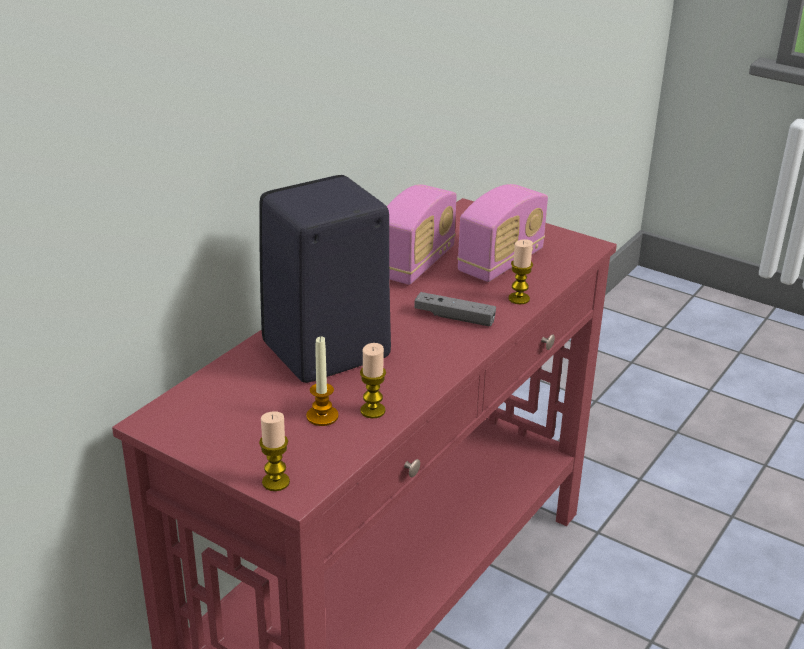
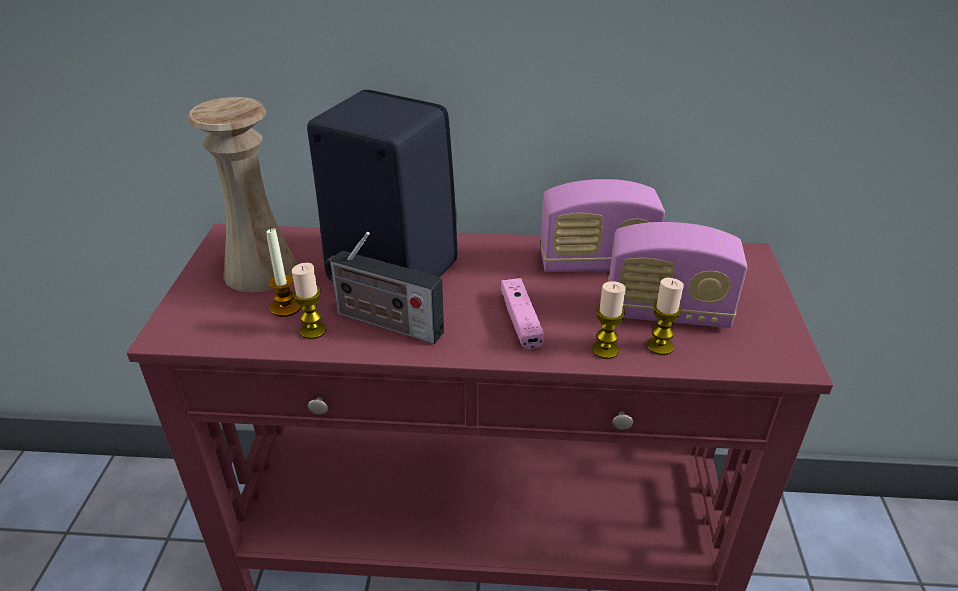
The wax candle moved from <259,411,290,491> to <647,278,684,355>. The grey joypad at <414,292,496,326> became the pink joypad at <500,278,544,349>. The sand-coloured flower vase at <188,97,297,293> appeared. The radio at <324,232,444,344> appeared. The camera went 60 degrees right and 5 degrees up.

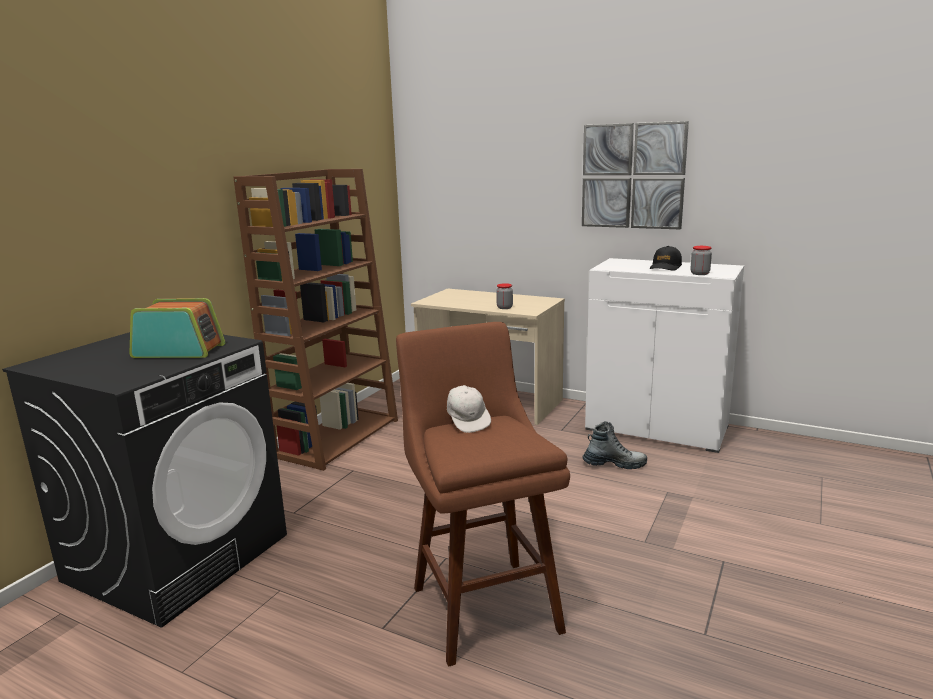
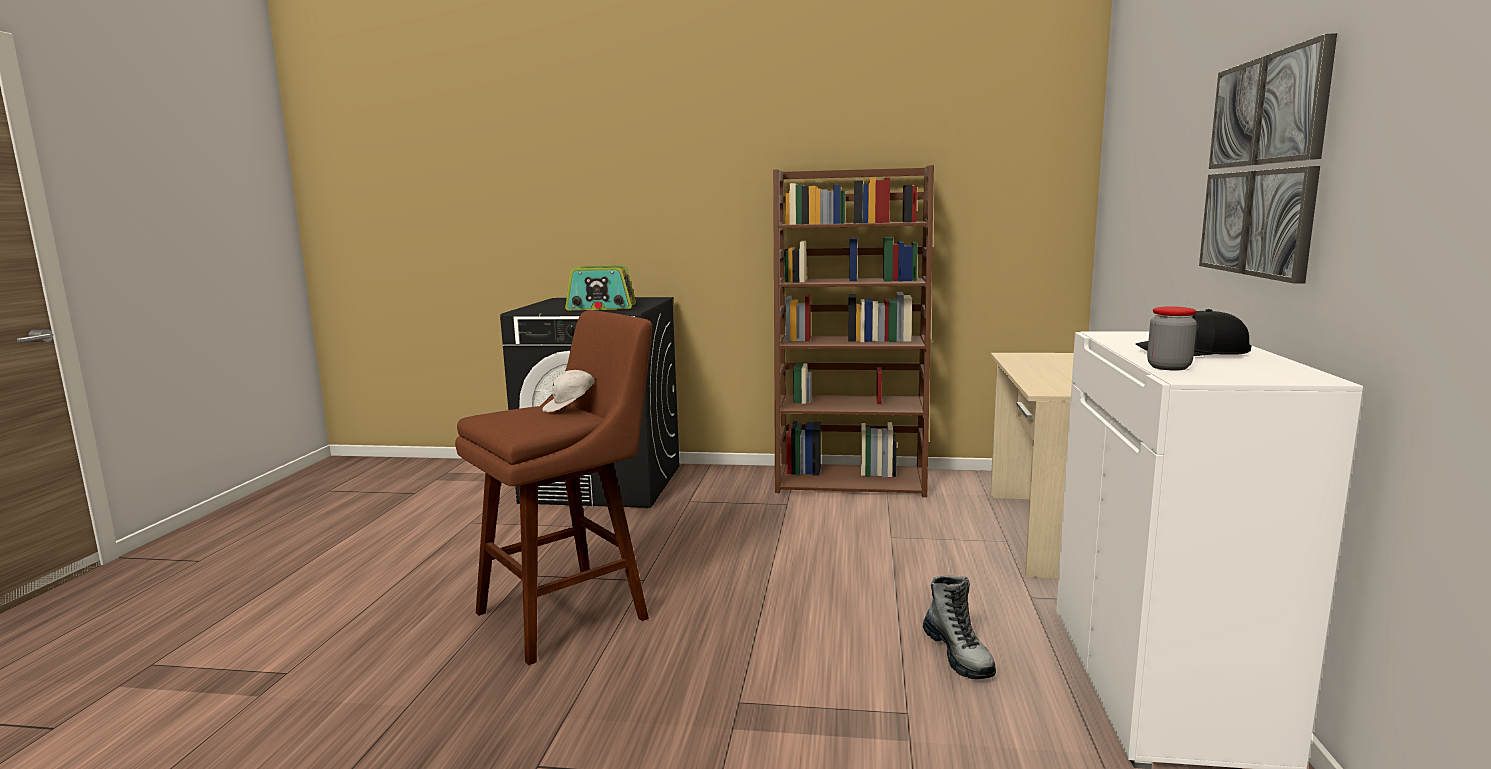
The radio at <129,298,226,358> turned 105 degrees clockwise. The preserve jar at <496,283,513,309> disappeared. The camera went 70 degrees right and 5 degrees down.

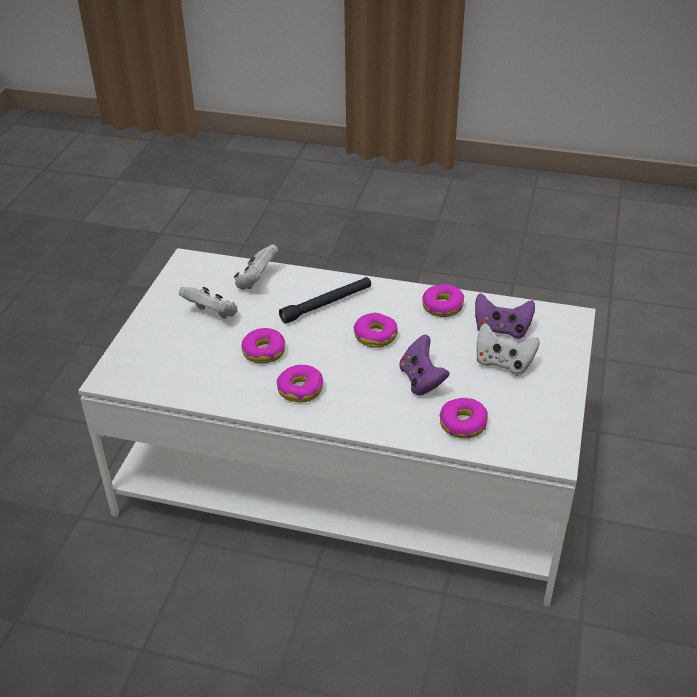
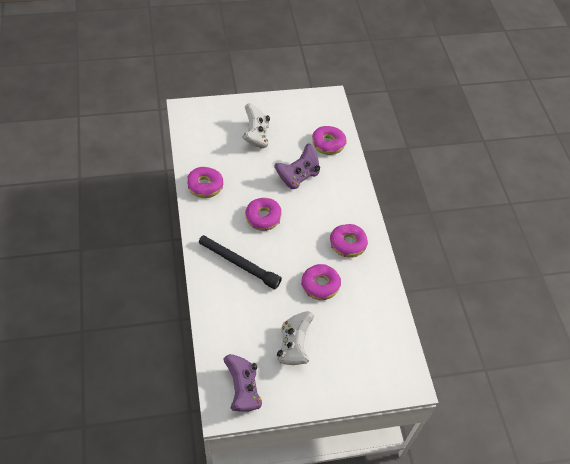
The white joypad at <234,245,278,290> disappeared. The purple-coloured joypad moved from <475,293,535,339> to <223,354,262,412>. The camera went 120 degrees left and 15 degrees up.

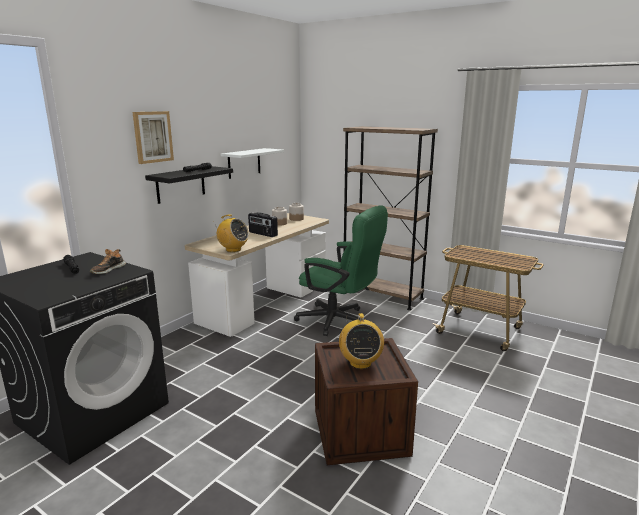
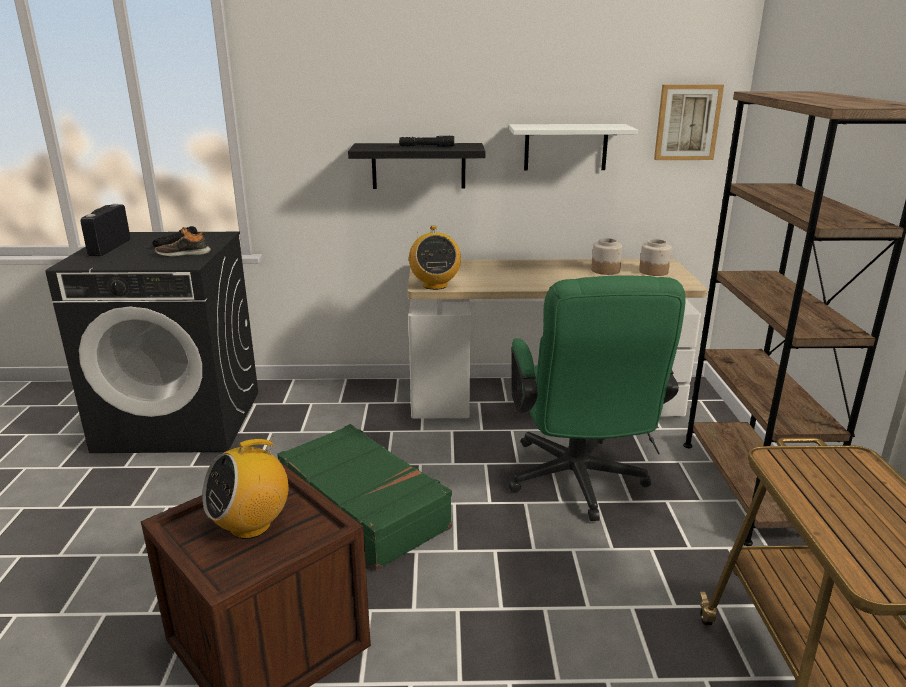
The wall picture moved from <133,111,174,164> to <654,84,724,160>. The radio moved from <248,212,278,237> to <80,204,130,256>. The green-coloured piece of luggage at <277,424,452,571> appeared. The camera went 55 degrees right and 5 degrees up.

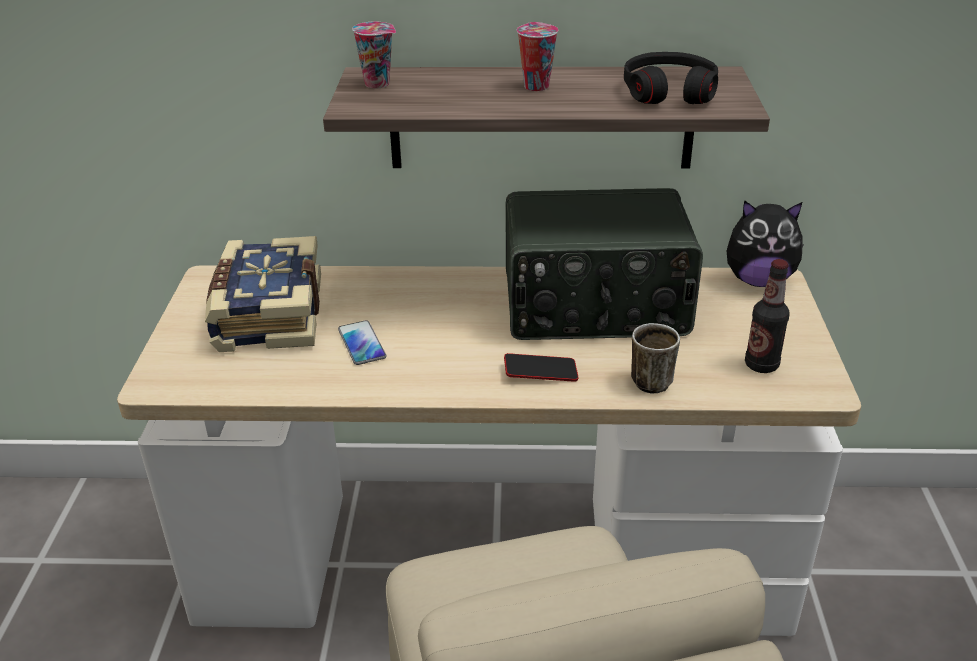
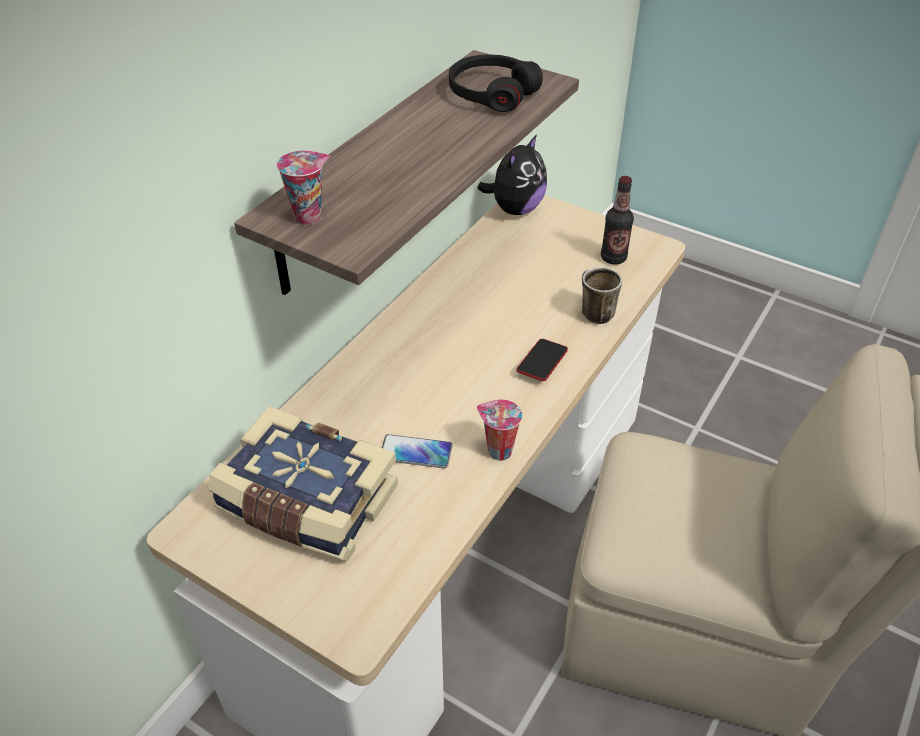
The radio at <506,188,703,340> disappeared. The small cup moved from <517,22,558,91> to <477,399,522,461>. The camera went 60 degrees left and 10 degrees up.

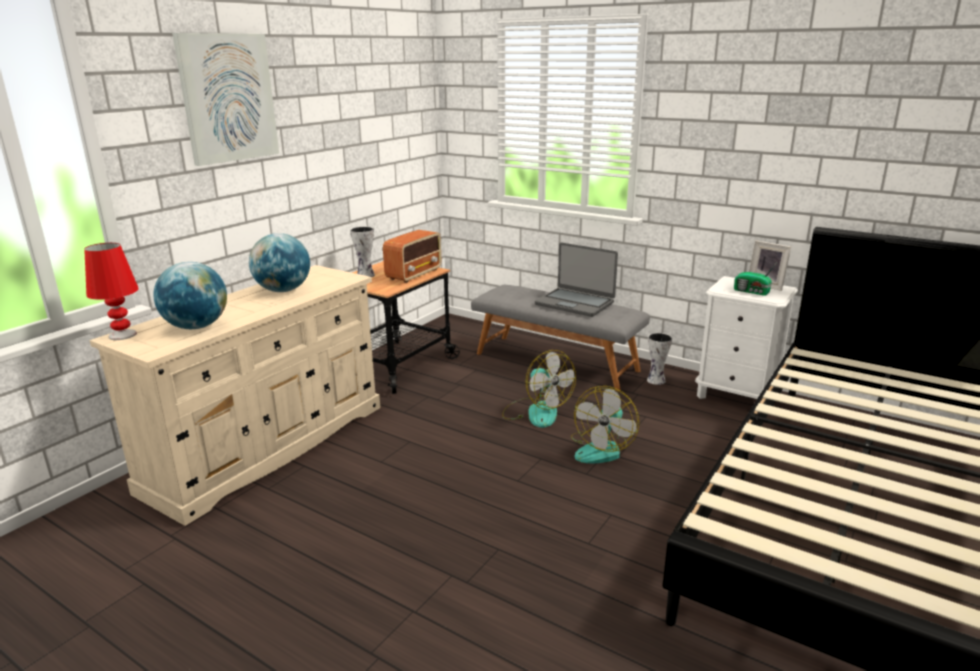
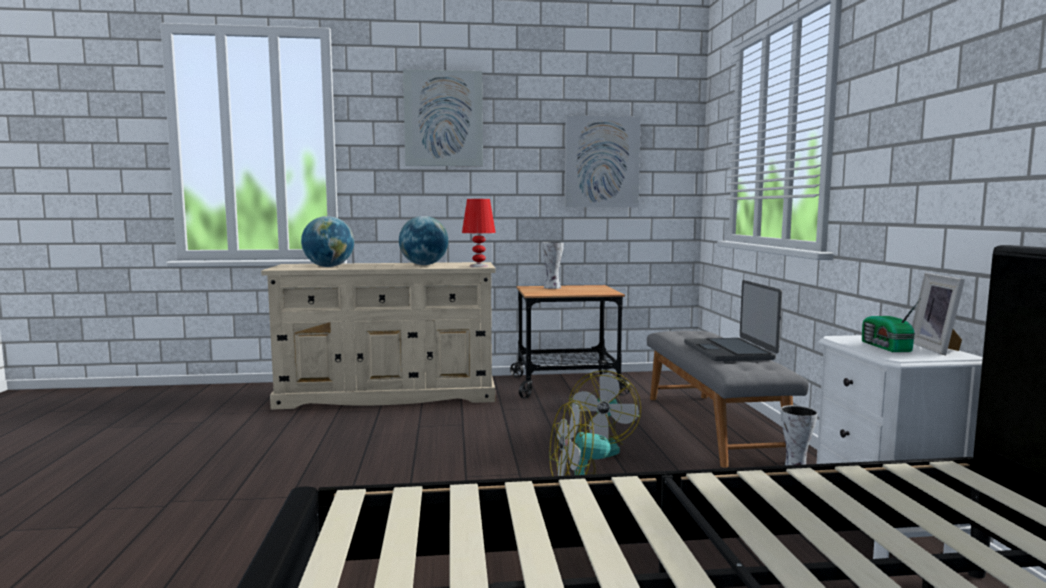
The reddish lamp for a table moved from <84,243,138,340> to <462,199,496,268>. The radio at <383,230,441,283> disappeared. The wall picture at <565,115,641,207> appeared. The camera went 50 degrees right and 15 degrees down.

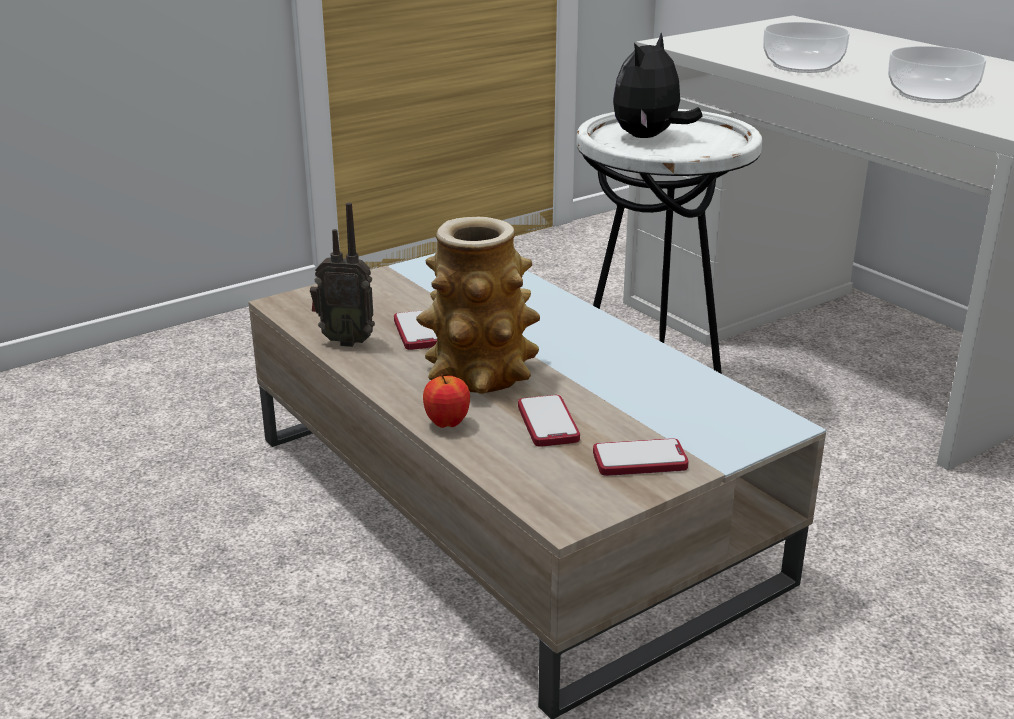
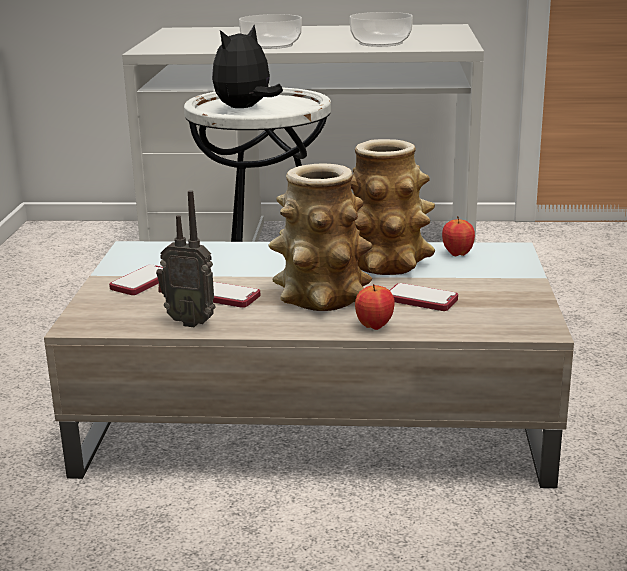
The radio at <310,203,375,347> turned 60 degrees clockwise. The telephone moved from <593,438,689,476> to <109,264,163,295>. The plush toy at <613,33,703,138> turned 60 degrees clockwise. The flower vase at <351,139,435,275> appeared. The apple fruit at <442,216,475,256> appeared. The camera went 50 degrees left and 5 degrees down.

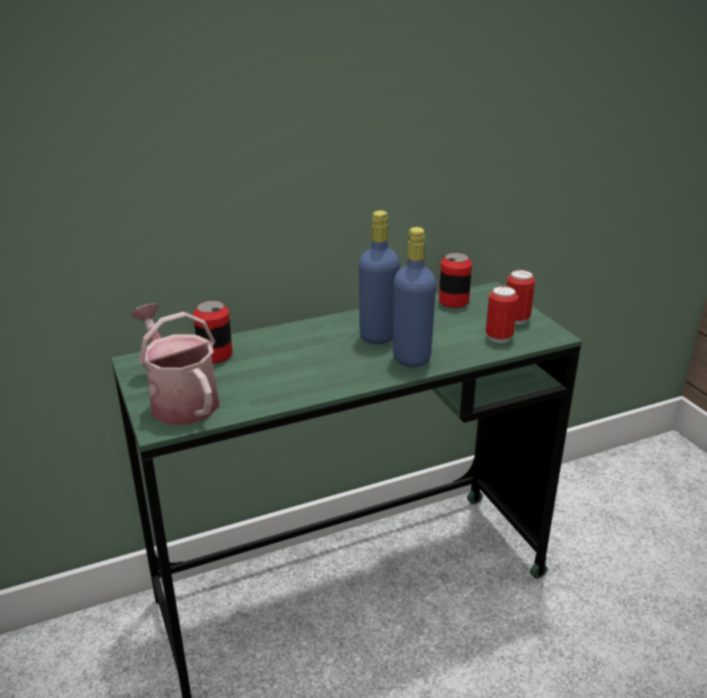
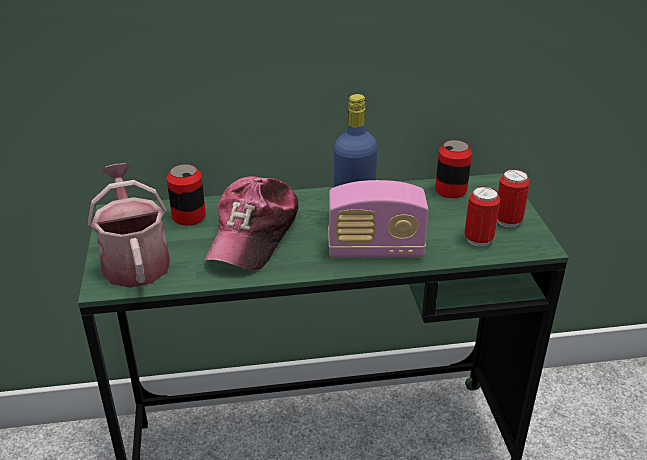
The blue bottle at <393,227,436,367> was replaced by the radio at <328,180,428,257>. The peaked cap at <204,176,298,270> appeared. The camera went 15 degrees right and 5 degrees up.

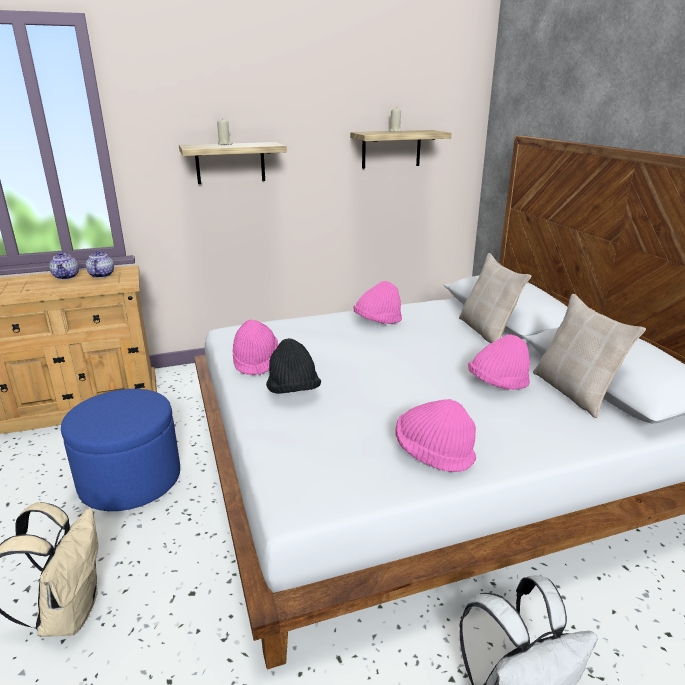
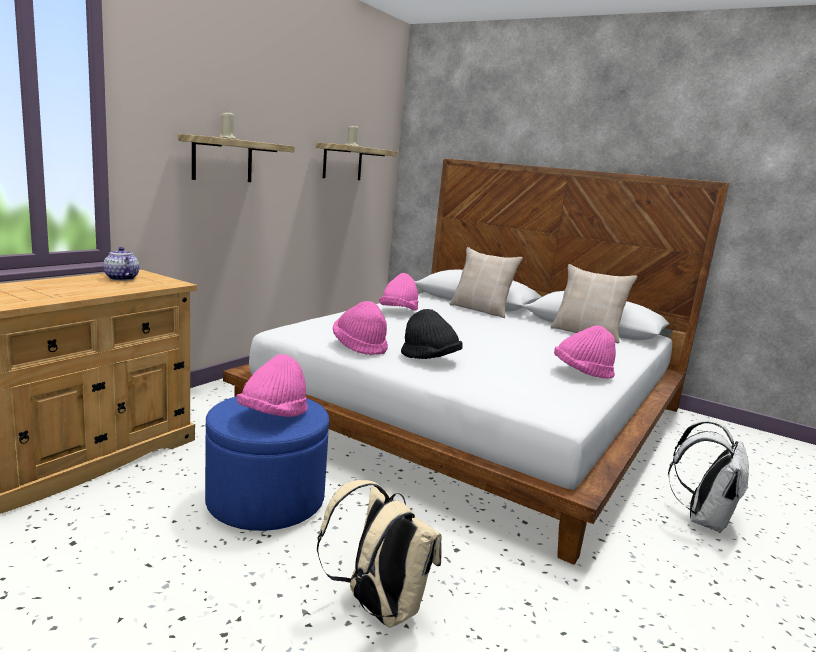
The tea pot at <49,252,79,280> disappeared. The pink wearable hat moved from <468,334,530,390> to <236,354,308,417>. The camera went 40 degrees left and 10 degrees down.

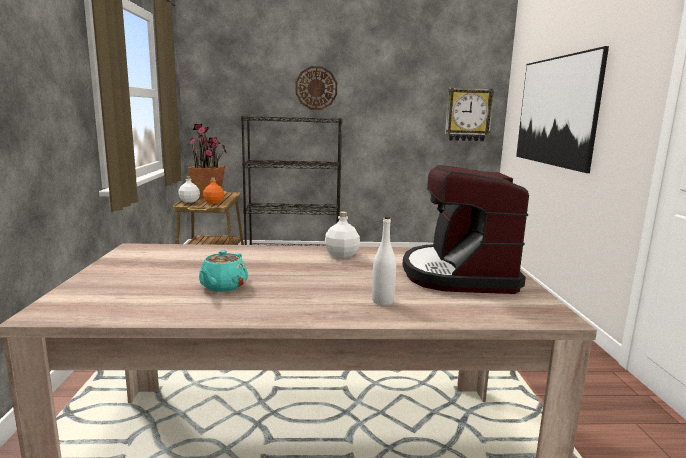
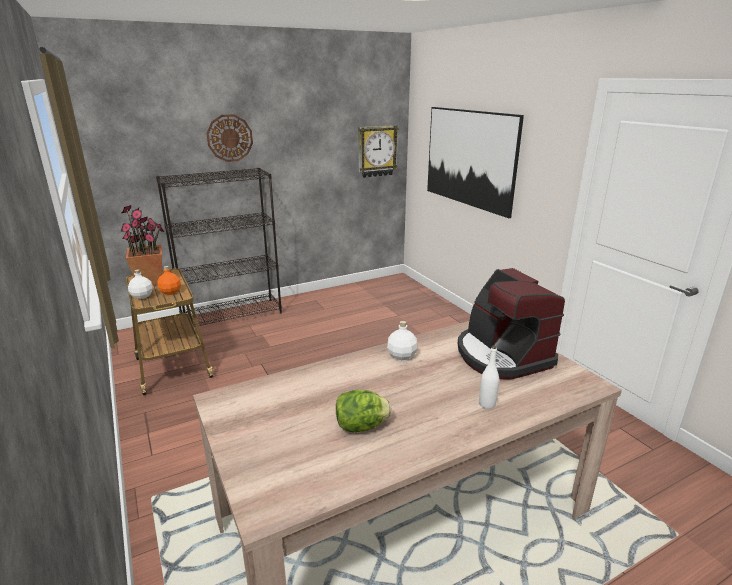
The turquoise tea pot at <199,250,248,292> was replaced by the head of lettuce at <336,389,392,432>. The camera went 25 degrees left and 10 degrees up.

